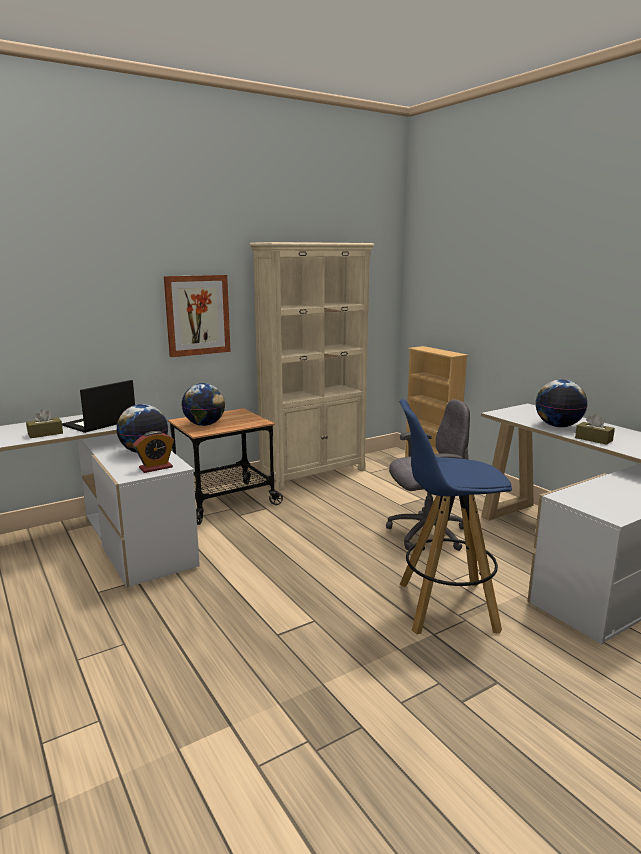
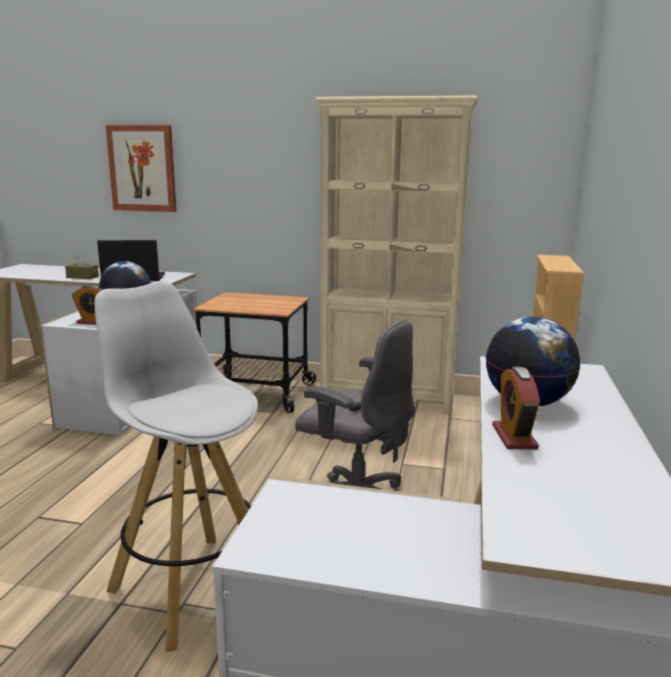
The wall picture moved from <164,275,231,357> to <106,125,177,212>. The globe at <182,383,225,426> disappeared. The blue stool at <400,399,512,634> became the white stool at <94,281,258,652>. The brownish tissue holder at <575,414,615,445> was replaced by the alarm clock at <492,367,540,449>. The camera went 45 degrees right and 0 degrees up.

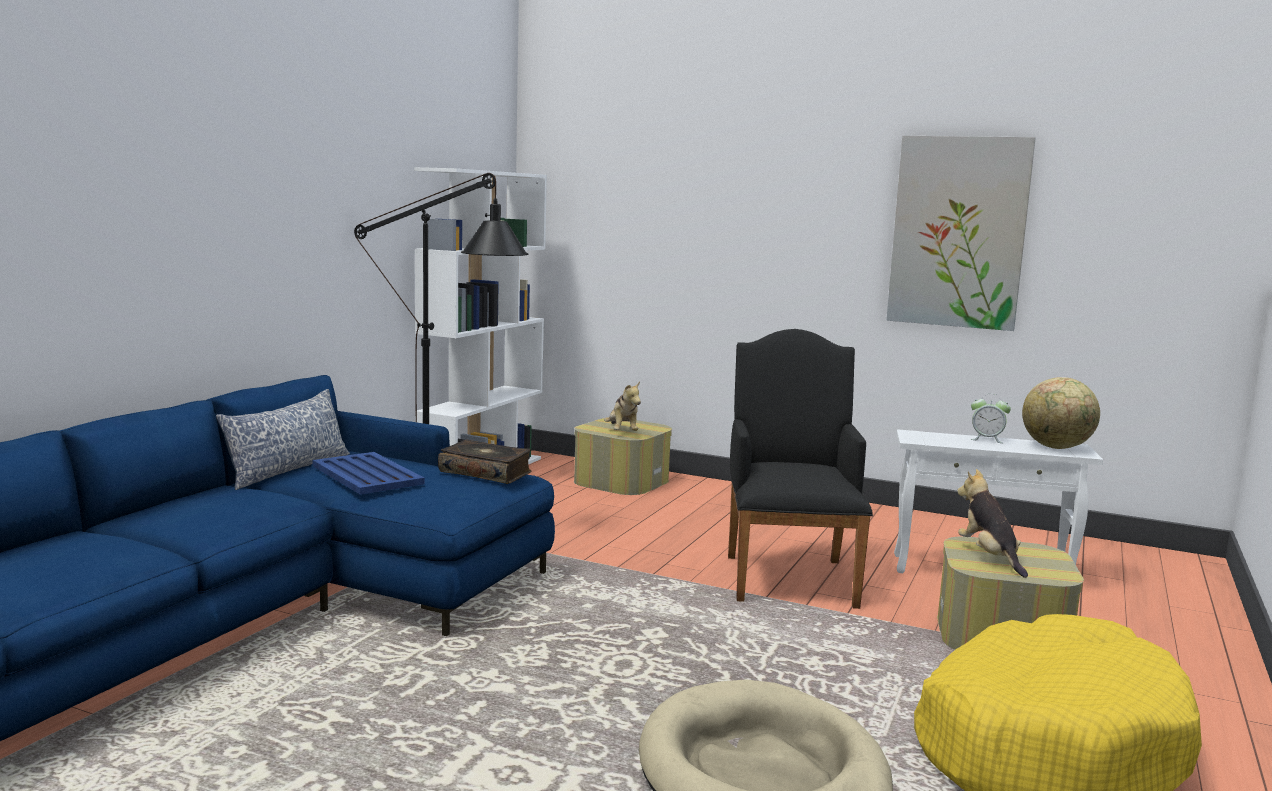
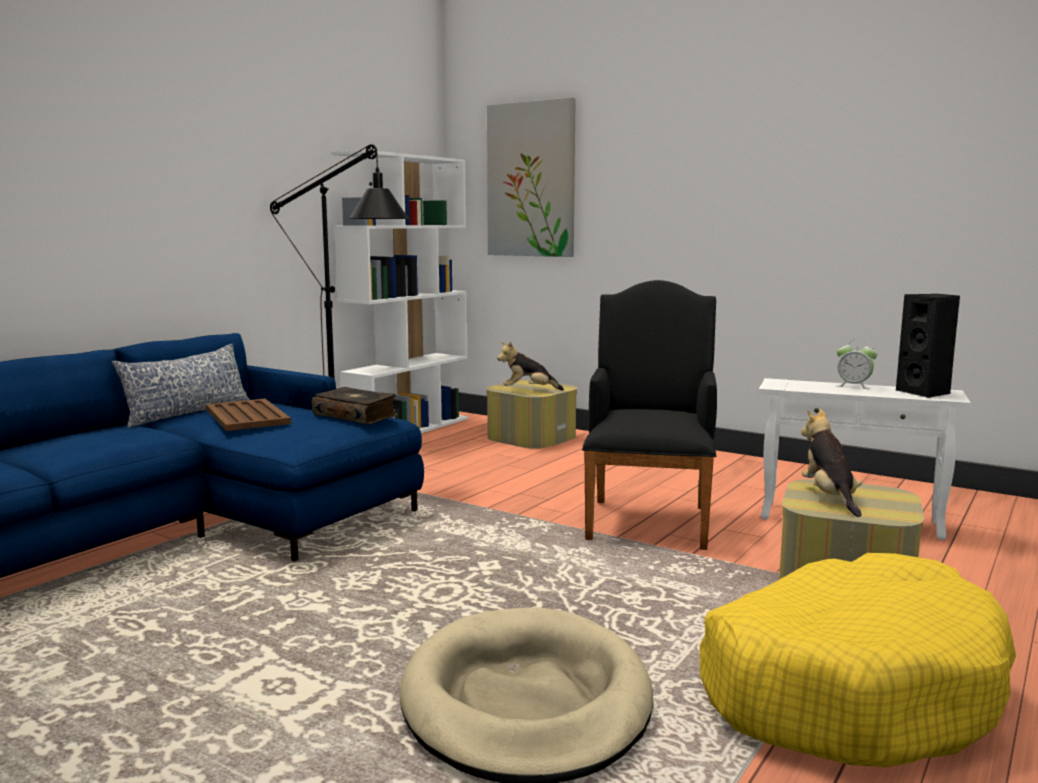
The blue tray at <313,452,425,495> became the brownish tray at <206,399,291,431>. The plush toy at <604,382,641,431> turned 90 degrees clockwise. The wall picture moved from <886,136,1035,331> to <487,97,576,257>. The globe at <1022,377,1100,449> was replaced by the blackish loudspeaker at <896,294,960,398>. The camera went 10 degrees right and 0 degrees up.

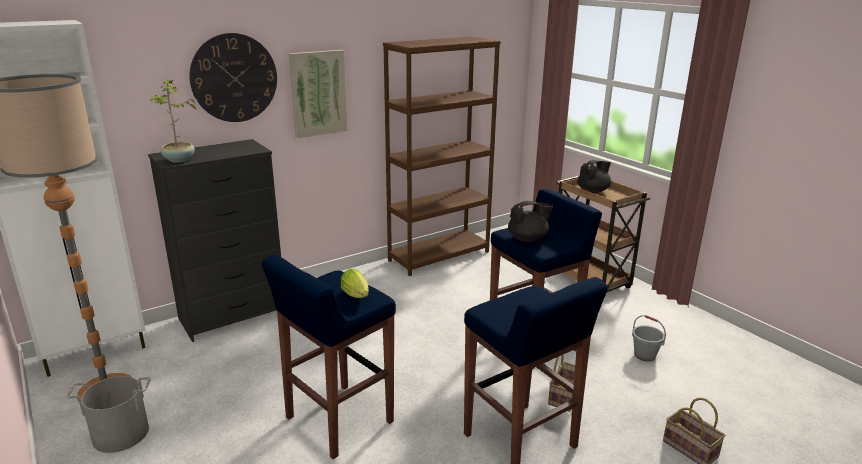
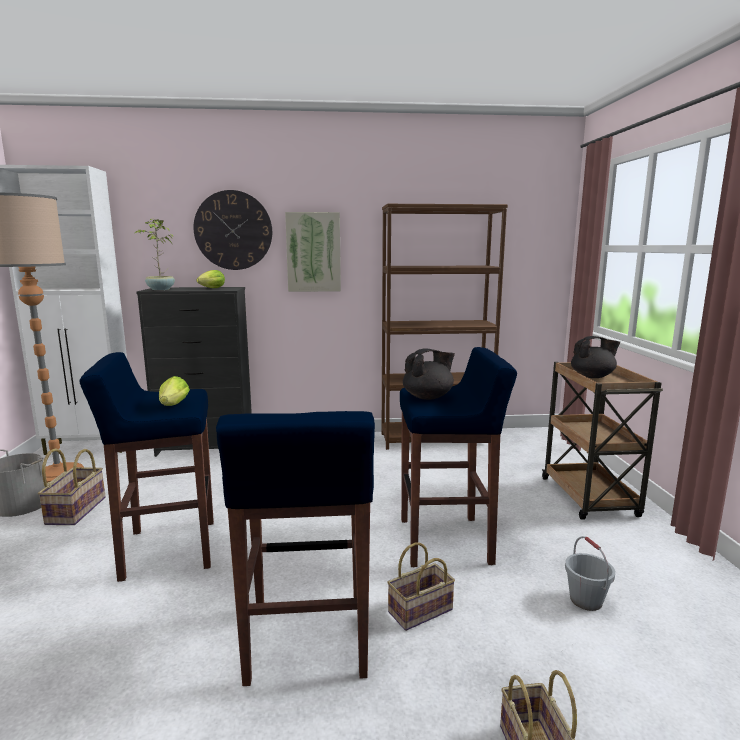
The blackish tea pot at <508,201,553,242> turned 45 degrees counterclockwise. The basket at <38,448,106,525> appeared. The head of lettuce at <197,270,225,288> appeared. The camera went 30 degrees right and 10 degrees down.

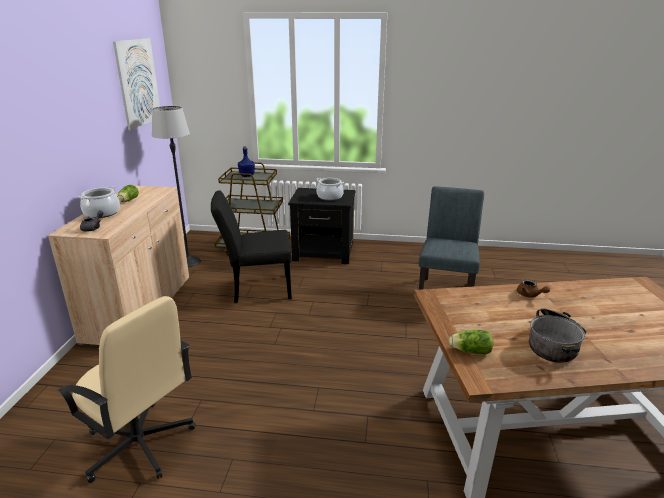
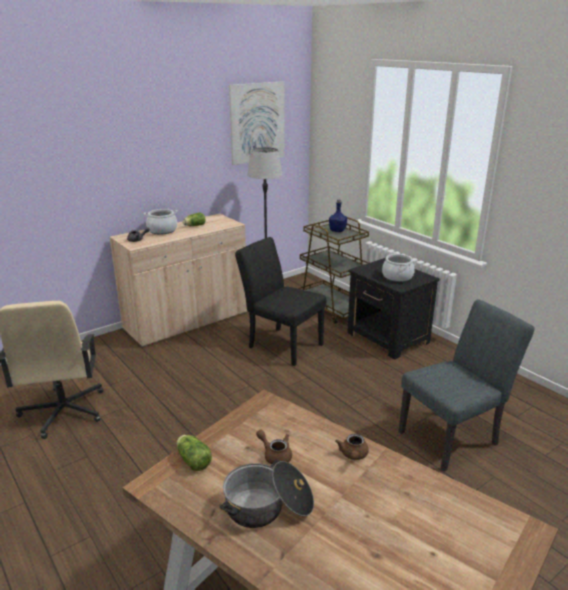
The brownish tea pot at <256,430,292,465> appeared. The camera went 45 degrees right and 0 degrees up.

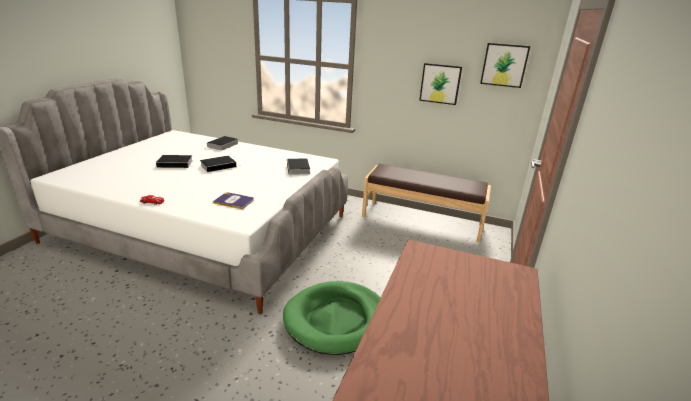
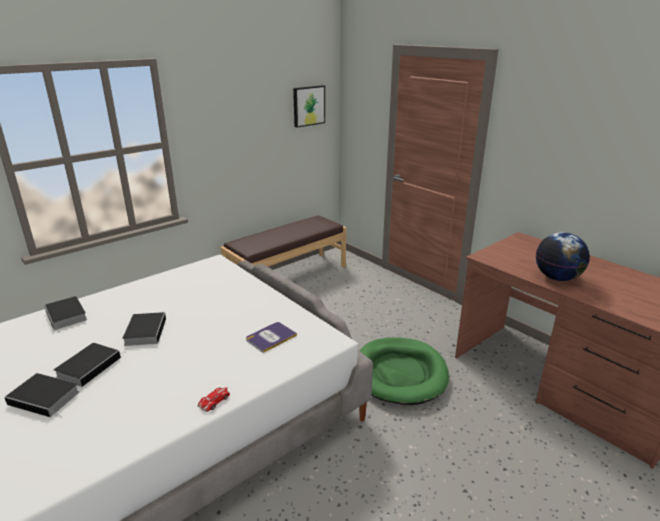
The volume moved from <287,158,310,177> to <4,373,80,418>. The wall picture at <419,63,462,105> disappeared. The globe at <536,232,590,281> appeared. The camera went 60 degrees left and 0 degrees up.

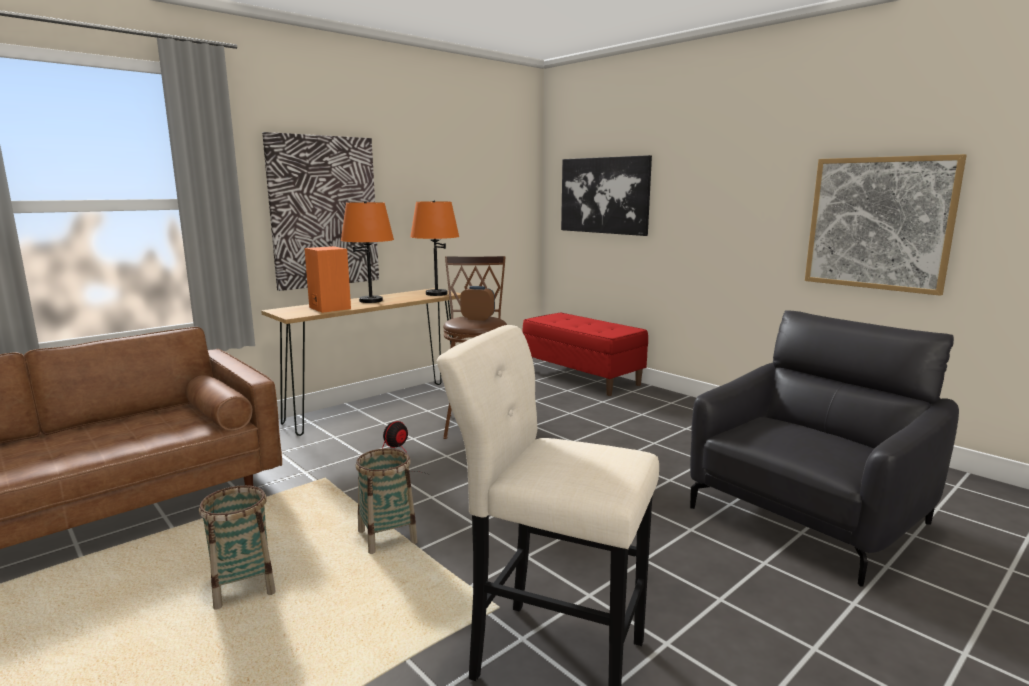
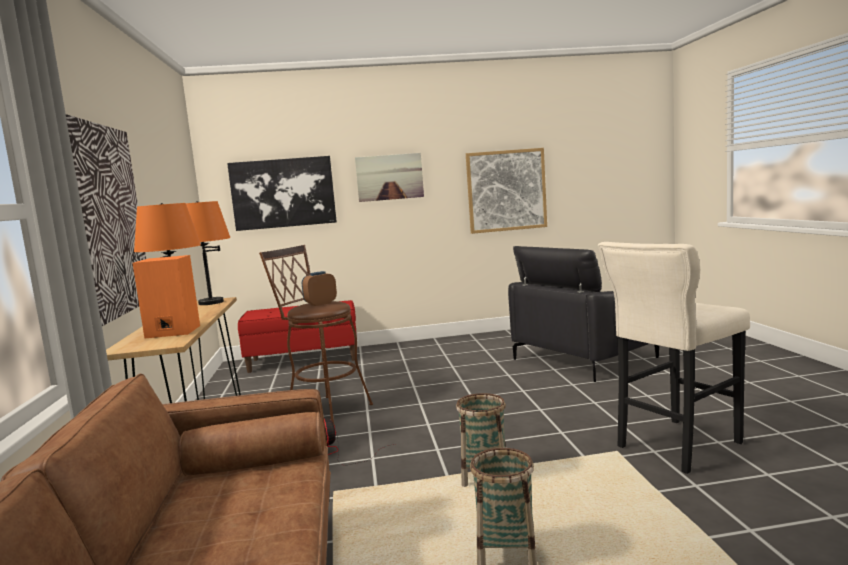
The blackish armchair at <690,311,959,586> turned 120 degrees counterclockwise. The wall picture at <355,153,424,202> appeared. The camera went 55 degrees left and 5 degrees down.

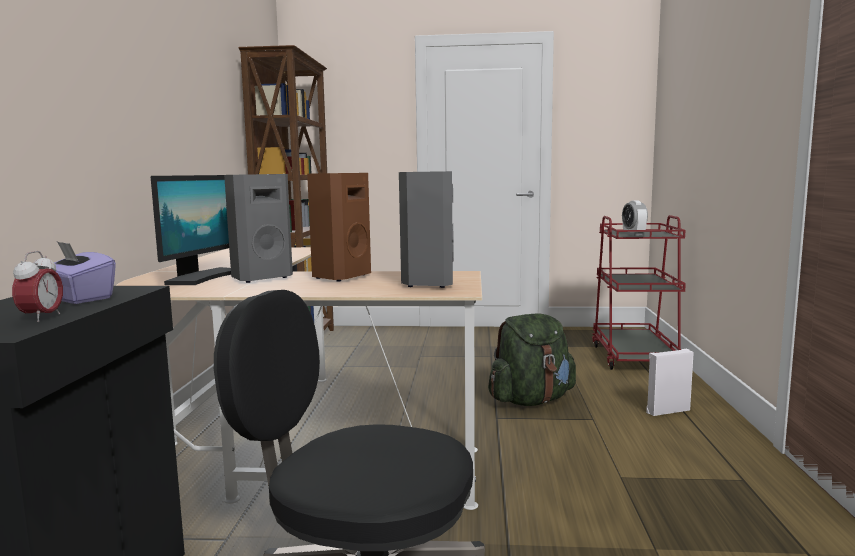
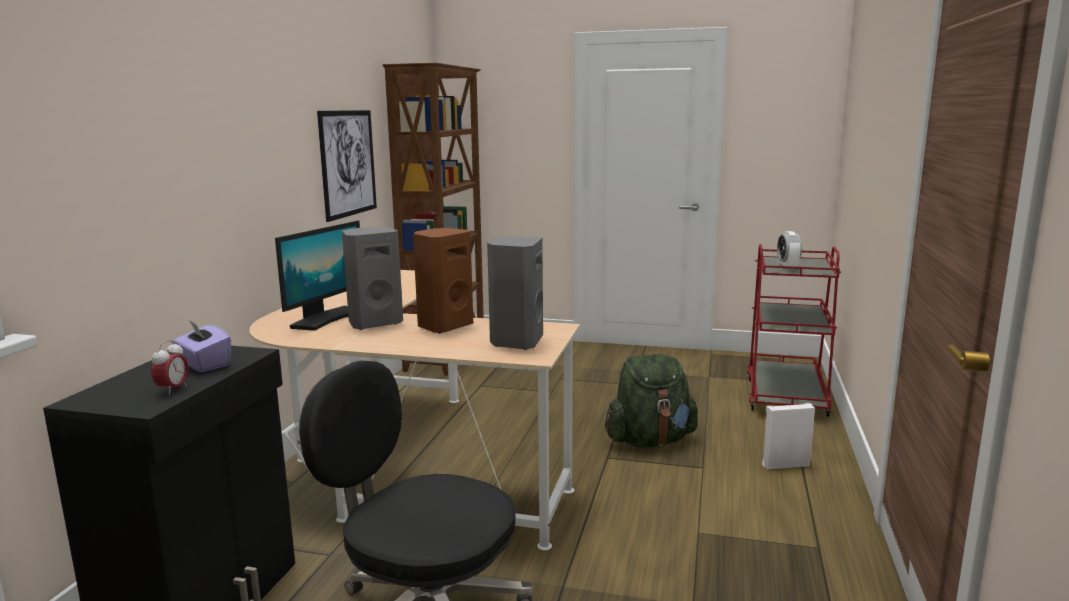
The wall picture at <317,110,377,222> appeared. The camera went 10 degrees right and 5 degrees up.

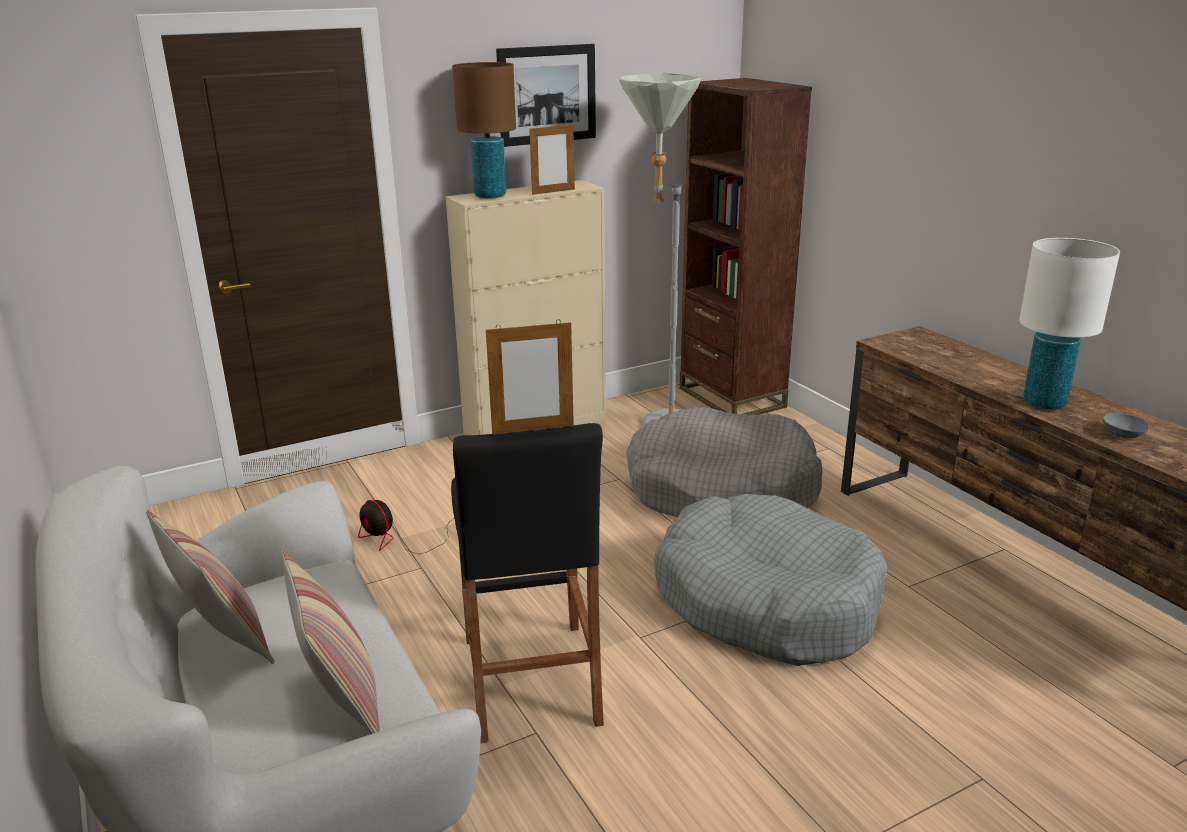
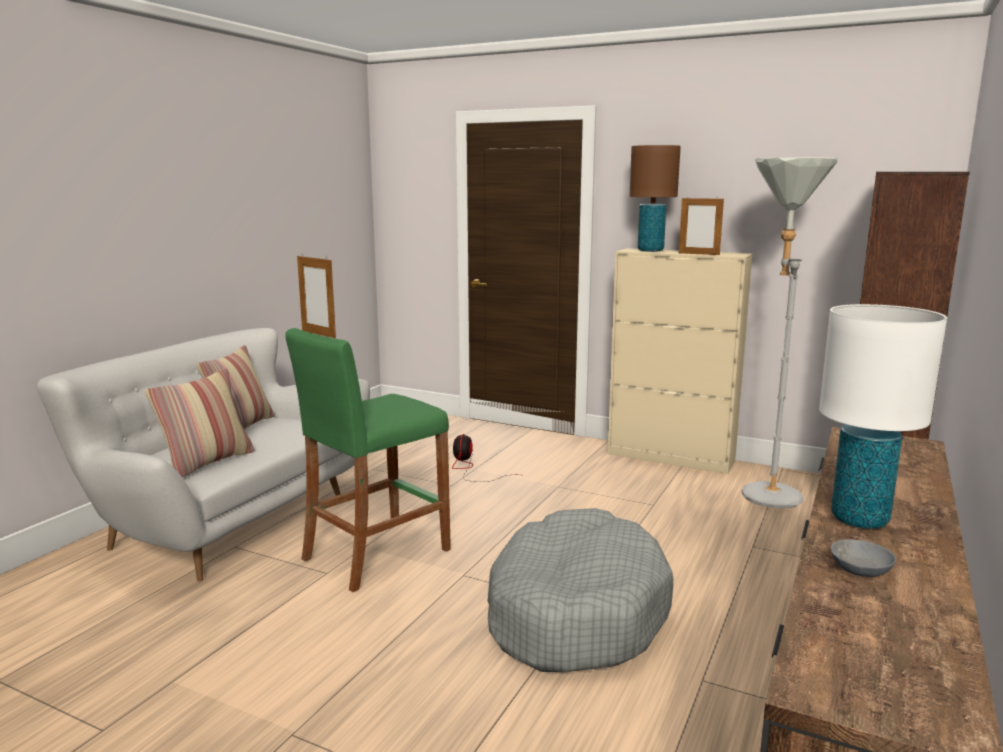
The blackish stool at <451,423,604,743> became the green-coloured stool at <285,328,451,592>. The wall picture at <496,44,596,147> disappeared. The grey dog cushion at <626,407,822,517> disappeared. The camera went 55 degrees right and 10 degrees down.

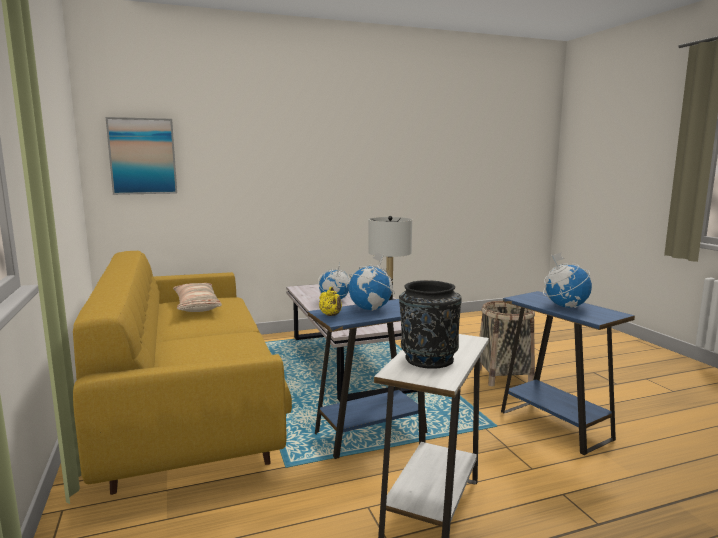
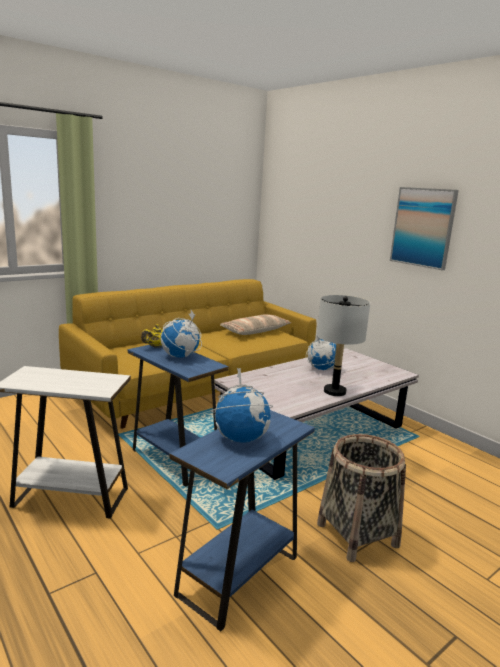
The wall picture moved from <106,117,177,195> to <390,187,459,270>. The blackish flower vase at <399,280,462,369> disappeared. The camera went 70 degrees right and 5 degrees up.

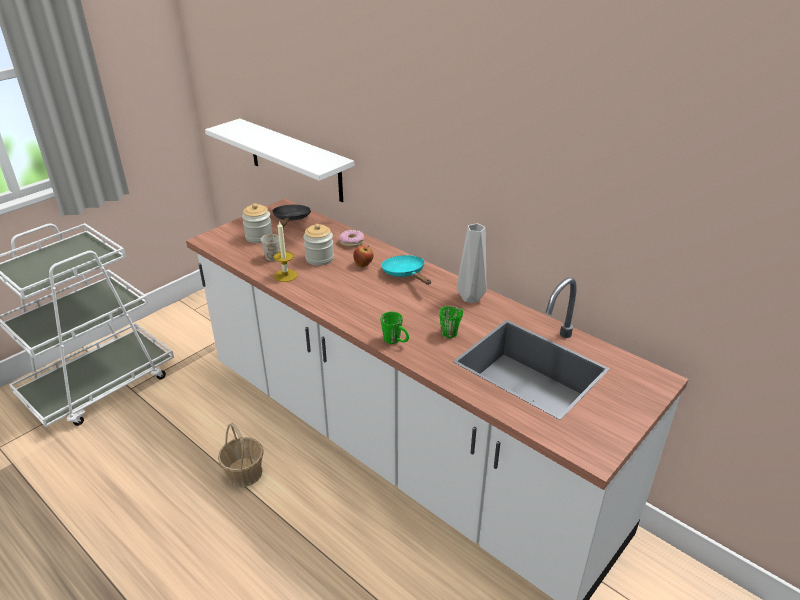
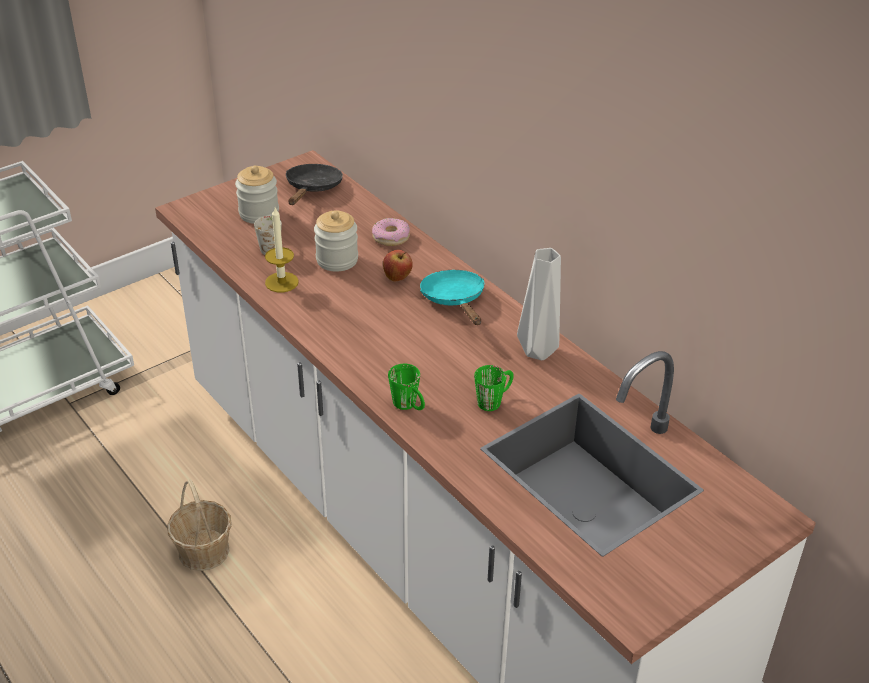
The white shelf at <205,118,354,202> disappeared. The camera went 10 degrees right and 5 degrees up.

